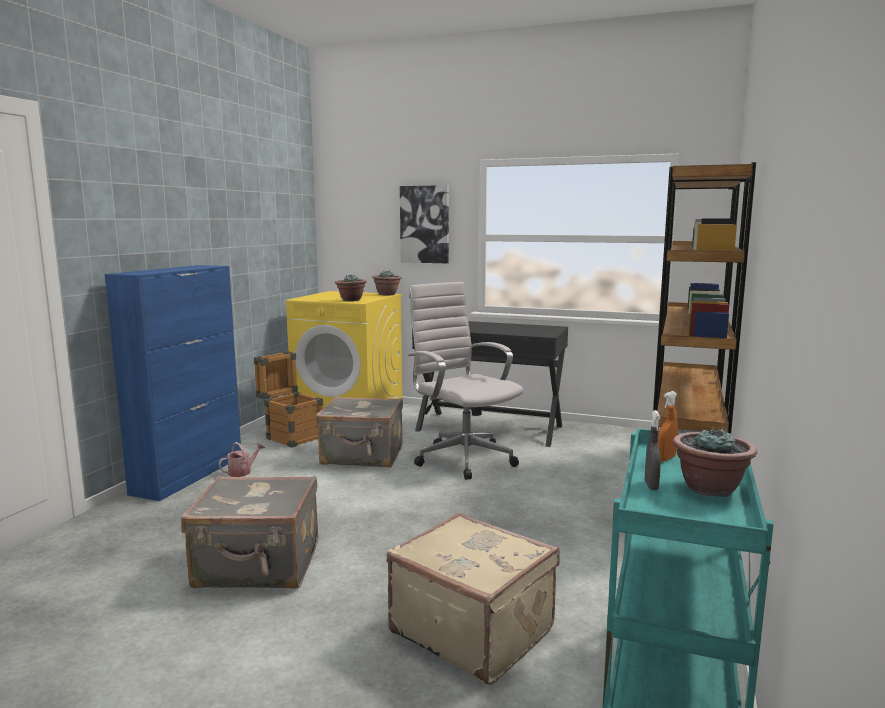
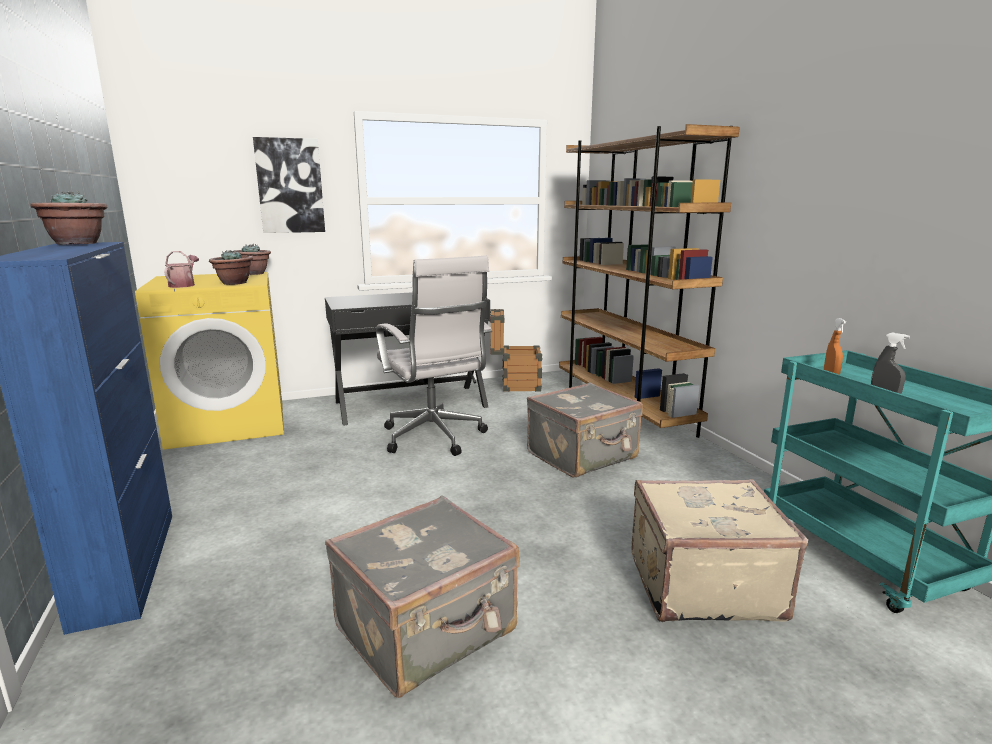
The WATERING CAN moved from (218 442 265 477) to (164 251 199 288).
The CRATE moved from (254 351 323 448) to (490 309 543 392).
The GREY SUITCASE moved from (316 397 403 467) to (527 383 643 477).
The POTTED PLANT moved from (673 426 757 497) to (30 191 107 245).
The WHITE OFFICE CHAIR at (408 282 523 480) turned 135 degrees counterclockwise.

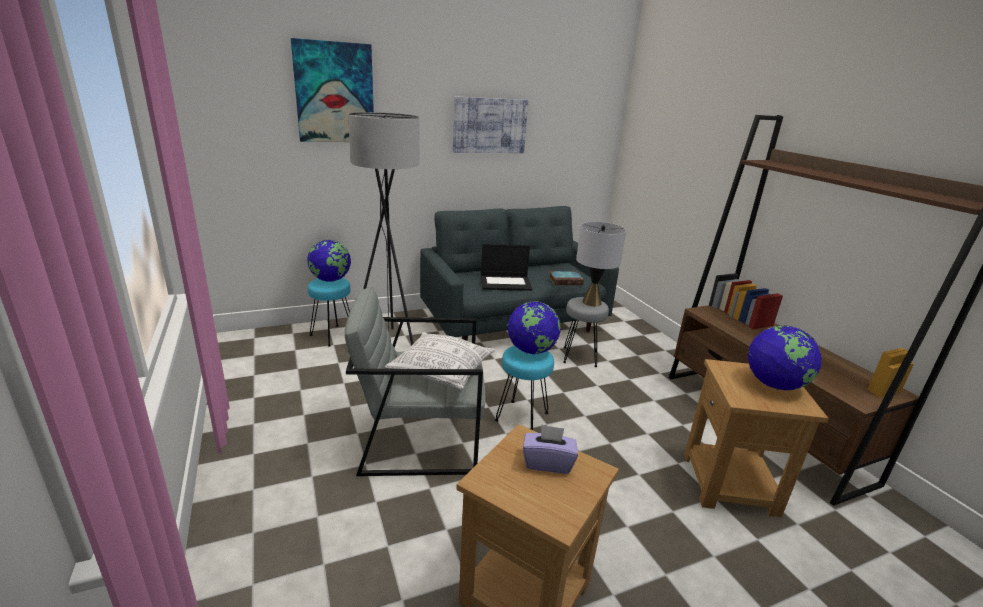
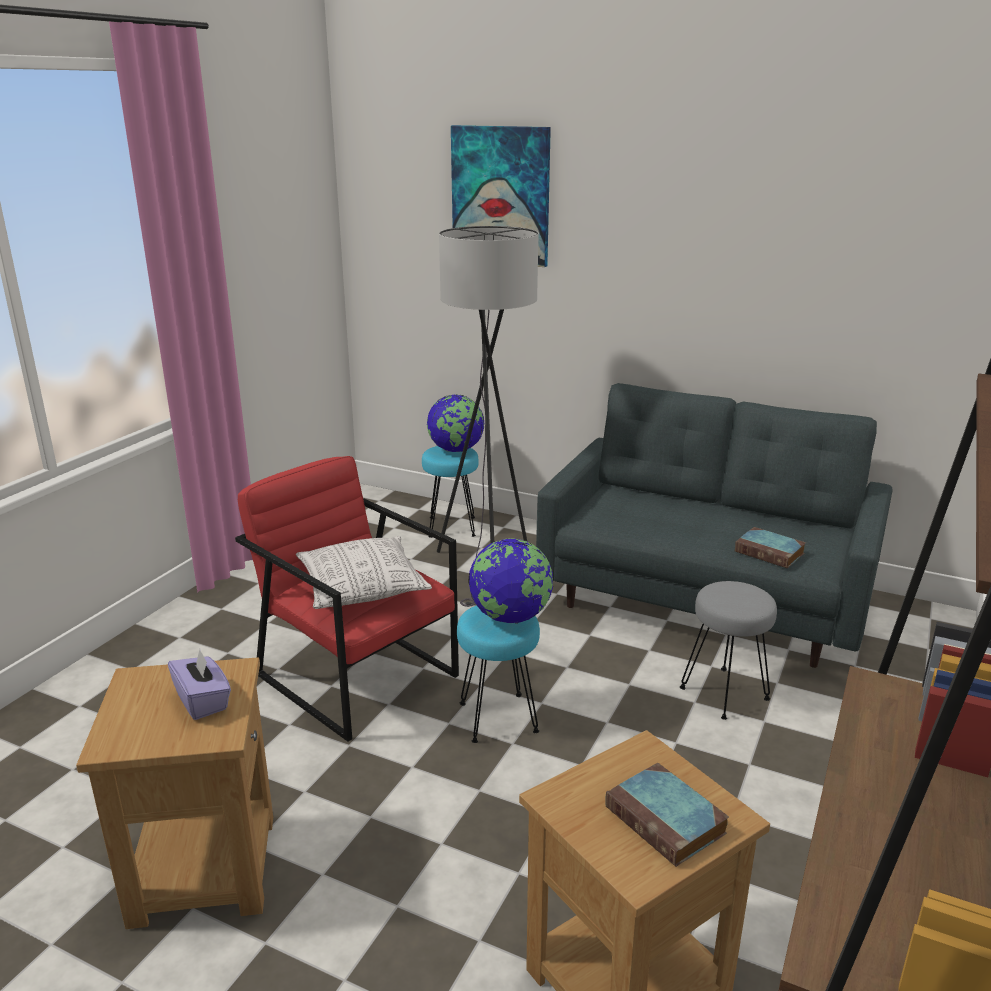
The PICTURE at (453 96 528 153) disappeared.
The LAPTOP at (480 244 532 291) disappeared.
The GREY TABLE LAMP at (576 222 626 306) disappeared.
The GLOBE at (748 325 822 390) was replaced by the BOOK at (605 763 729 867).
The GREY ARMCHAIR at (344 287 486 476) became the RED ARMCHAIR at (235 456 459 742).

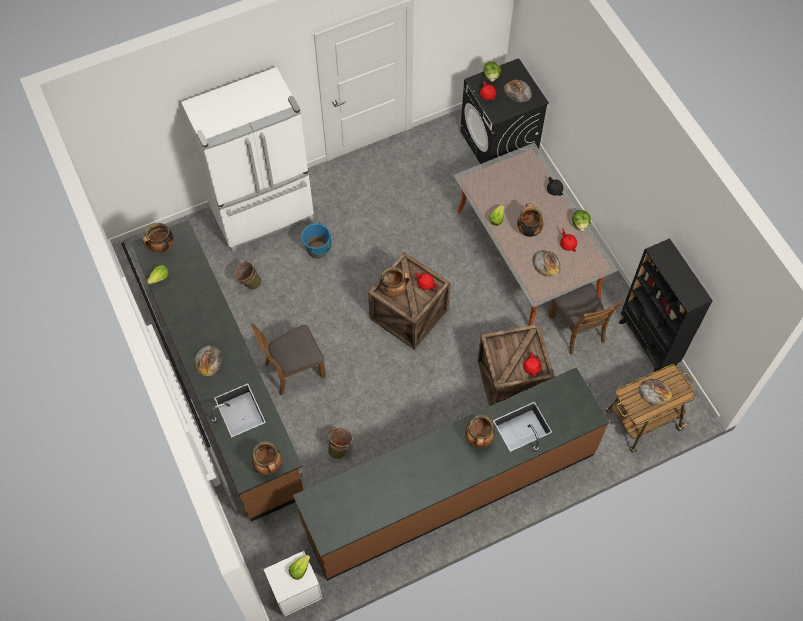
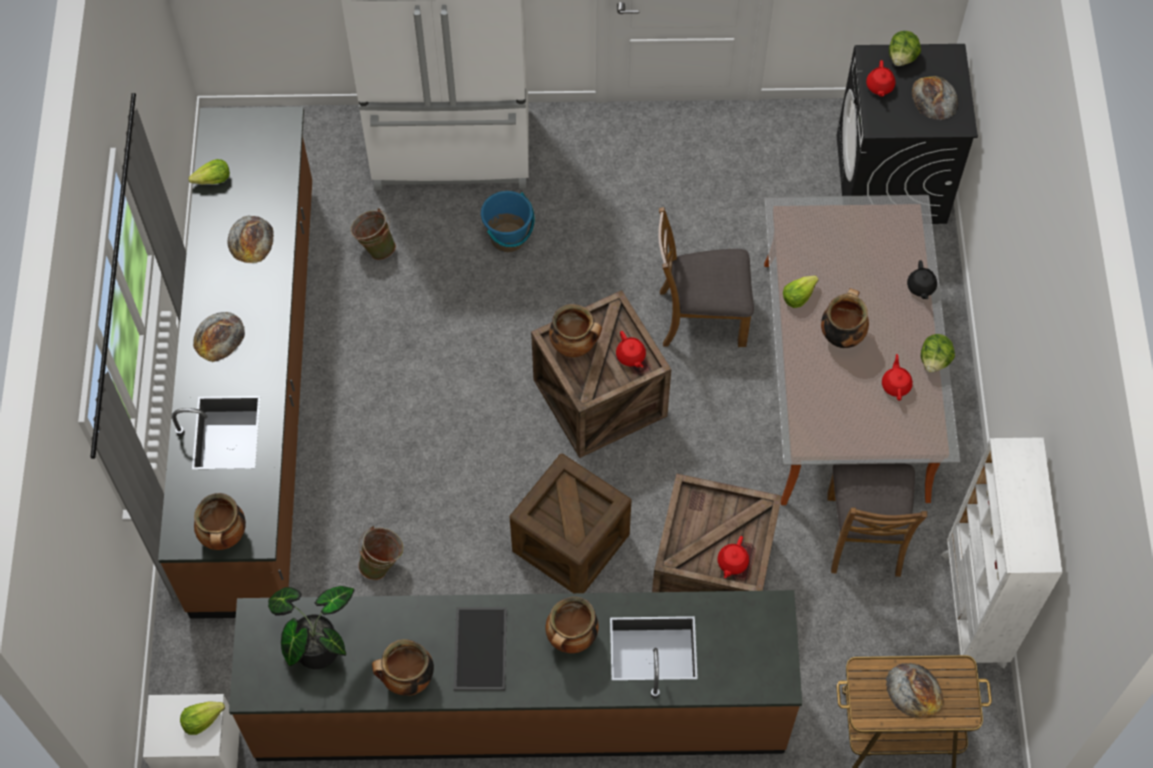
The POTTED PLANT at (268 586 354 669) appeared.
The TRAY at (454 607 507 690) appeared.
The CRATE at (509 454 631 593) appeared.
The COOKING POT moved from (142 223 173 253) to (372 639 434 696).
The BROWN CHAIR moved from (250 323 326 395) to (658 207 754 347).
The BREAD moved from (533 250 561 277) to (227 215 274 263).
The BLACK BOOKCASE at (619 238 713 372) became the WHITE BOOKCASE at (941 437 1063 669).

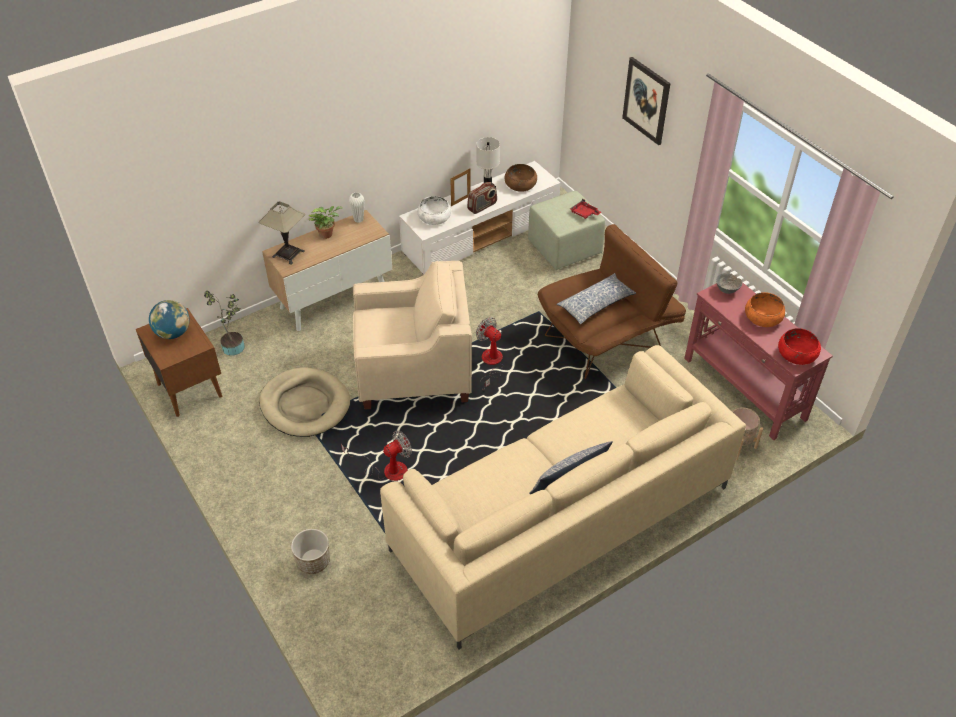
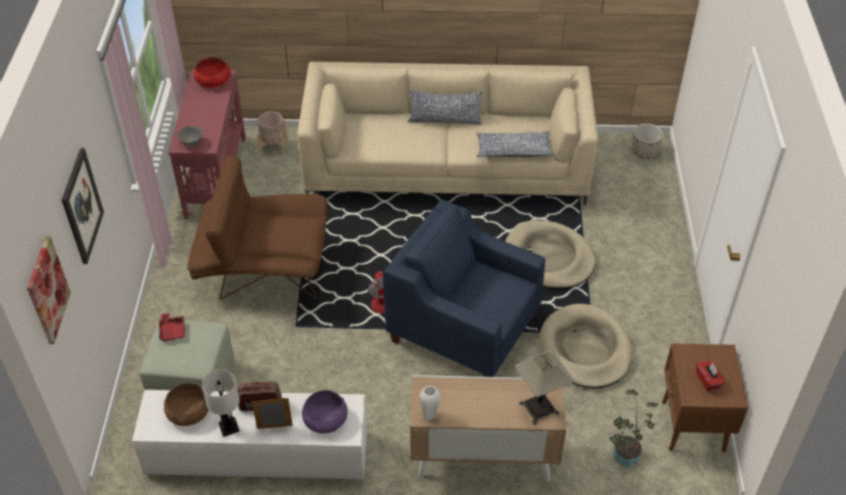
The POTTED PLANT at (308 206 343 239) disappeared.
The ORANGE BOWL at (745 292 785 327) disappeared.
The PICTURE at (27 236 71 344) appeared.
The PLANTER moved from (291 529 330 574) to (632 124 663 159).
The PILLOW moved from (556 273 636 324) to (477 131 554 157).
The GLOBE at (149 300 190 339) was replaced by the RED TISSUE BOX at (696 361 725 391).
The FAN at (341 431 412 481) was replaced by the BEIGE DOG BED at (505 220 596 289).
The BEIGE ARMCHAIR at (353 261 472 409) became the BLUE ARMCHAIR at (383 200 545 377).
The WHITE BOWL at (417 196 451 225) became the PURPLE BOWL at (302 390 348 434).

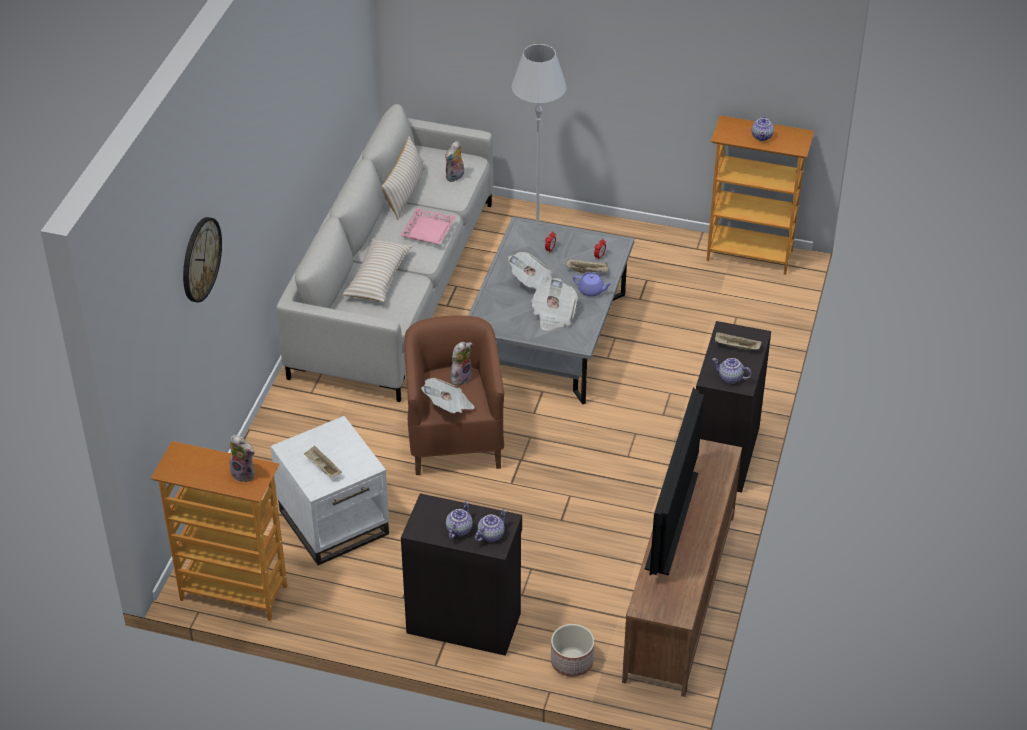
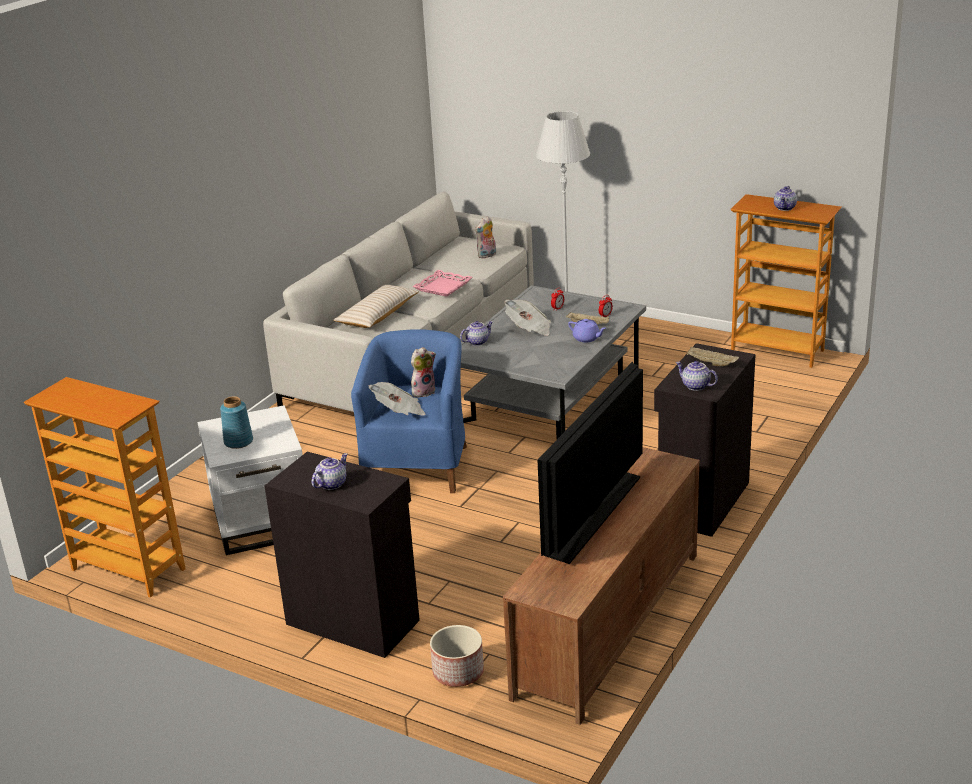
The WALL CLOCK at (183 217 222 302) disappeared.
The PLUSH TOY at (229 435 255 483) disappeared.
The BEIGE PILLOW at (382 136 425 220) disappeared.
The NEWSPAPER at (531 278 578 331) disappeared.
The TEAPOT moved from (475 510 507 542) to (460 321 493 346).
The BEIGE TRAY at (304 445 342 478) was replaced by the BLUE VASE at (220 396 253 449).
The BROWN ARMCHAIR at (404 315 504 475) became the BLUE ARMCHAIR at (351 329 467 493).

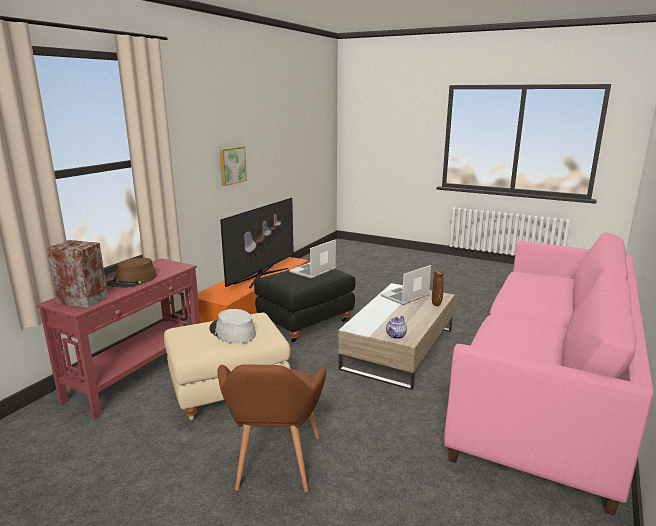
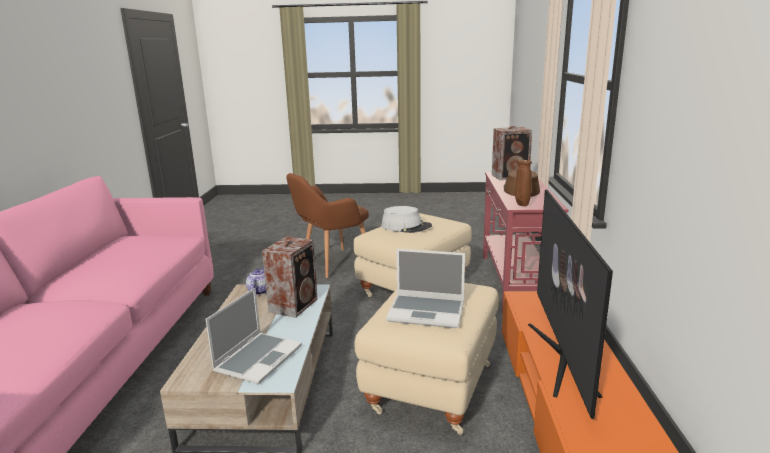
The PICTURE at (219 146 247 186) disappeared.
The SPEAKER at (262 236 318 318) appeared.
The BROWN VASE moved from (432 271 444 306) to (515 160 532 206).
The BLACK OTTOMAN at (254 269 356 343) became the BEIGE OTTOMAN at (355 283 499 435).
The BROWN ARMCHAIR at (217 364 327 493) turned 105 degrees counterclockwise.
The LAPTOP at (289 239 336 279) turned 90 degrees clockwise.

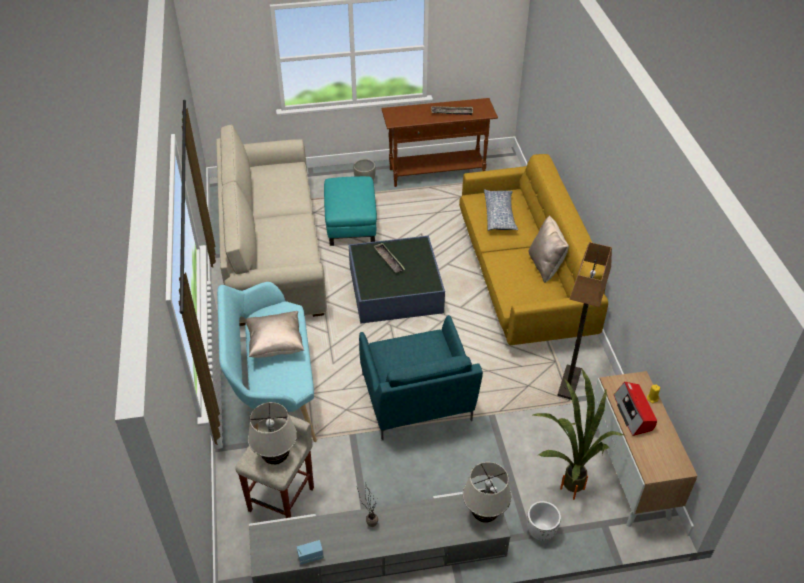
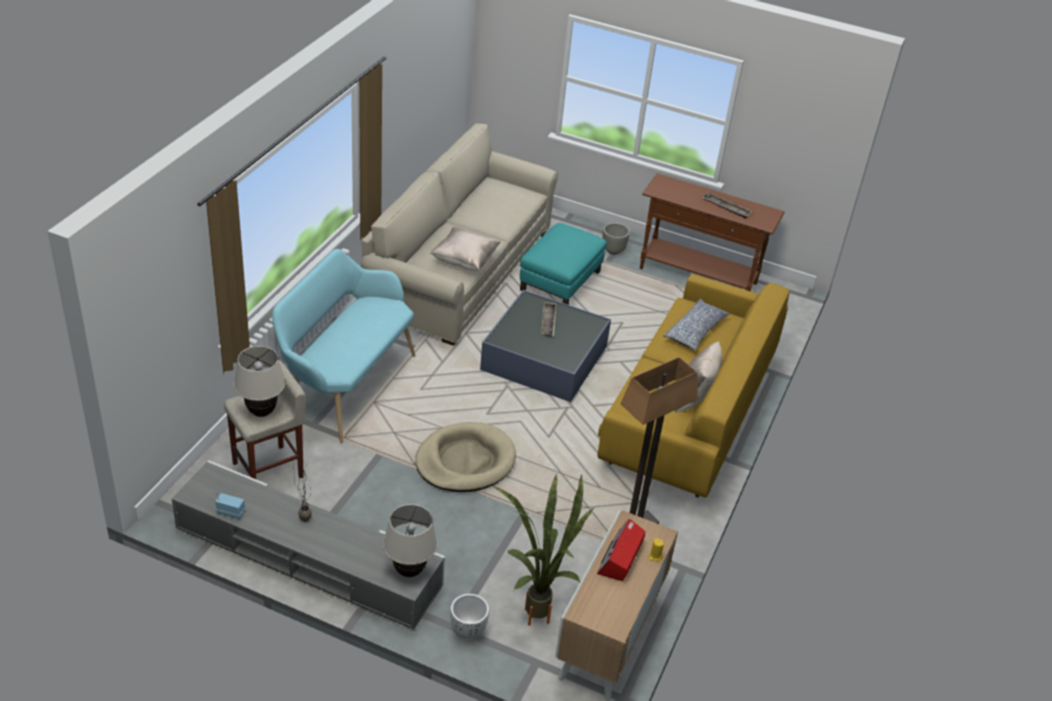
The BEIGE PILLOW moved from (245 311 304 358) to (430 227 501 271).
The TURQUOISE ARMCHAIR at (359 315 483 440) was replaced by the BEIGE DOG BED at (415 422 516 492).

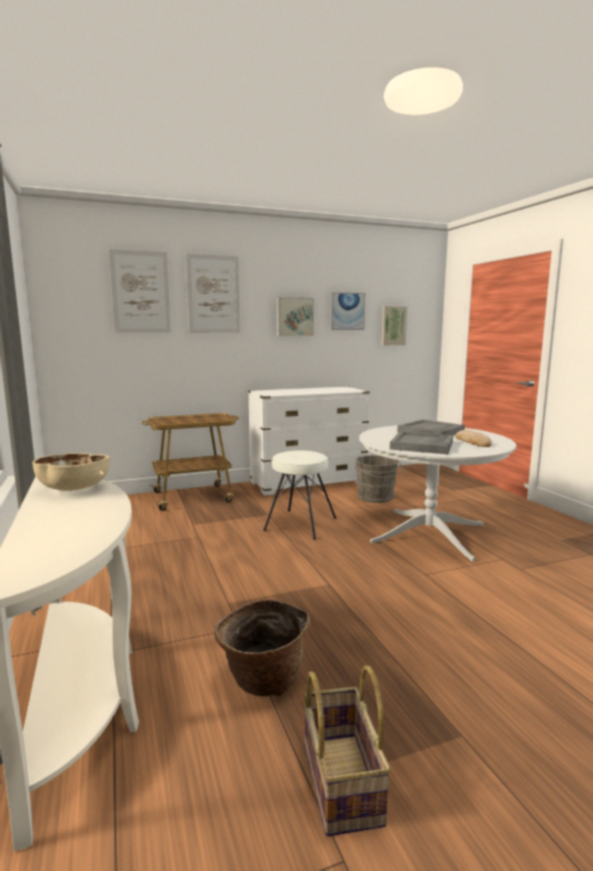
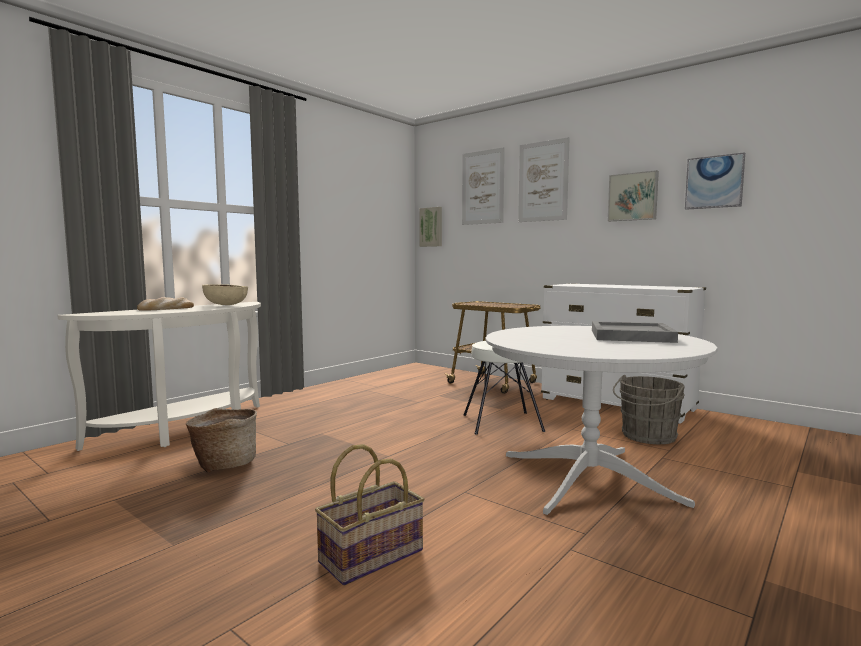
The GREY TRAY at (390 431 453 454) disappeared.
The BASKET moved from (303 665 391 836) to (315 444 424 586).
The PICTURE moved from (382 306 407 345) to (419 207 442 247).
The BREAD moved from (455 430 492 447) to (137 297 194 311).

